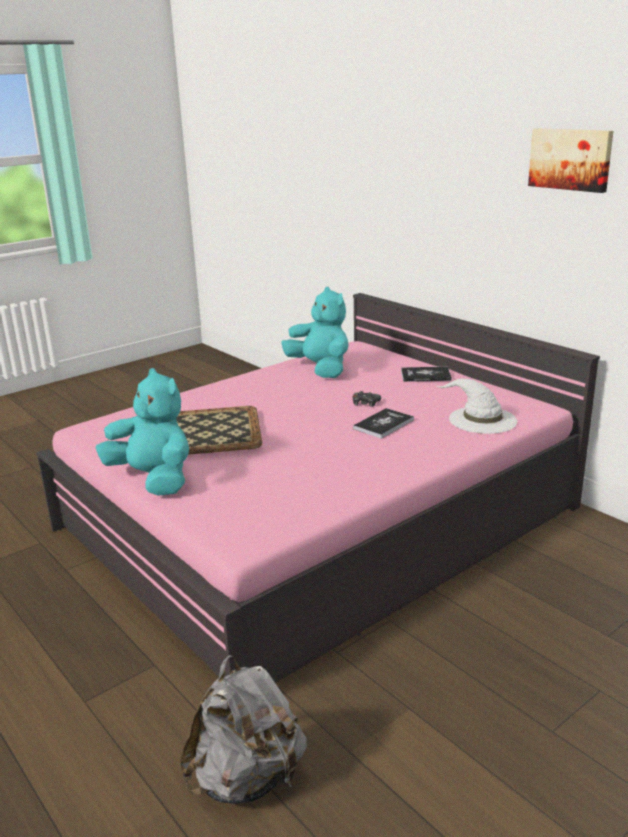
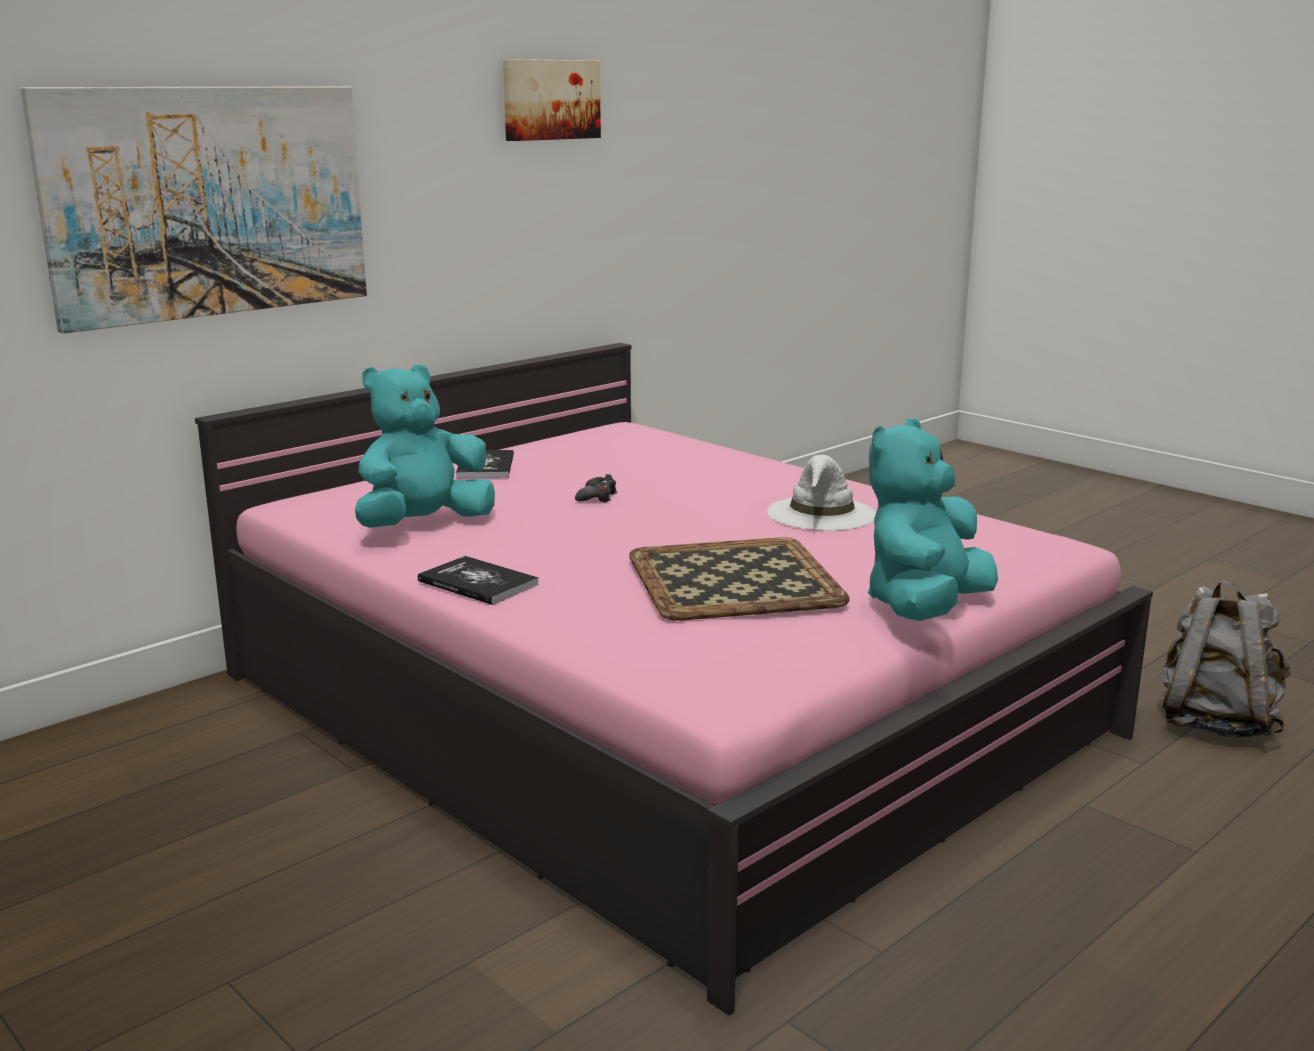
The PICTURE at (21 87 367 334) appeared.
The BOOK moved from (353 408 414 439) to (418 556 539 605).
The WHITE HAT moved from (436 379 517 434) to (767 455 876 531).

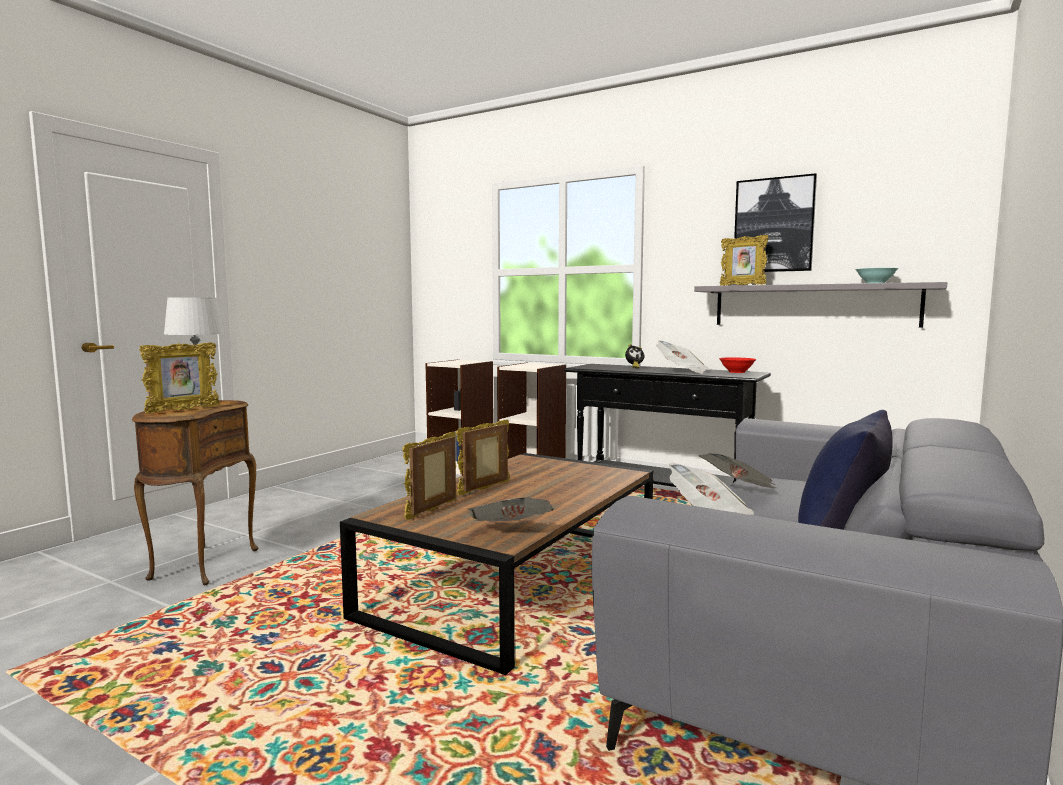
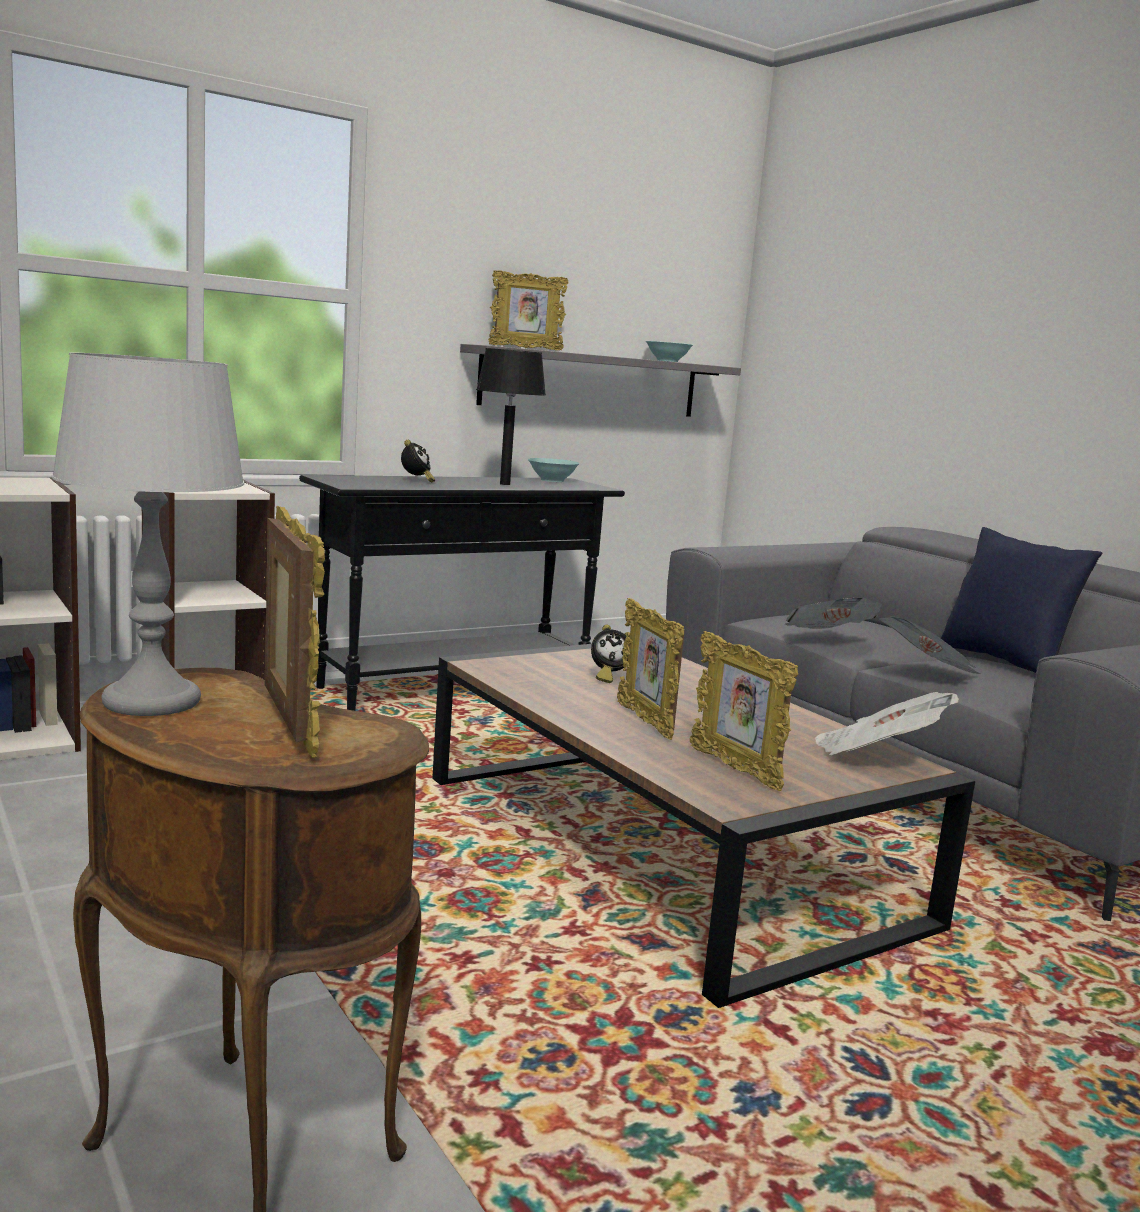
The PICTURE at (734 173 817 272) disappeared.
The ALARM CLOCK at (591 624 630 683) appeared.
The NEWSPAPER at (656 340 708 374) was replaced by the BLACK TABLE LAMP at (476 348 546 485).
The RED BOWL at (719 357 756 373) became the TURQUOISE BOWL at (528 458 580 482).

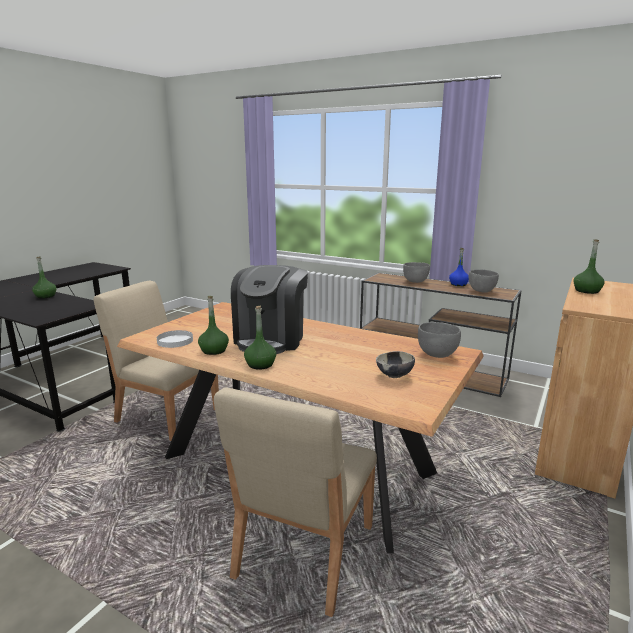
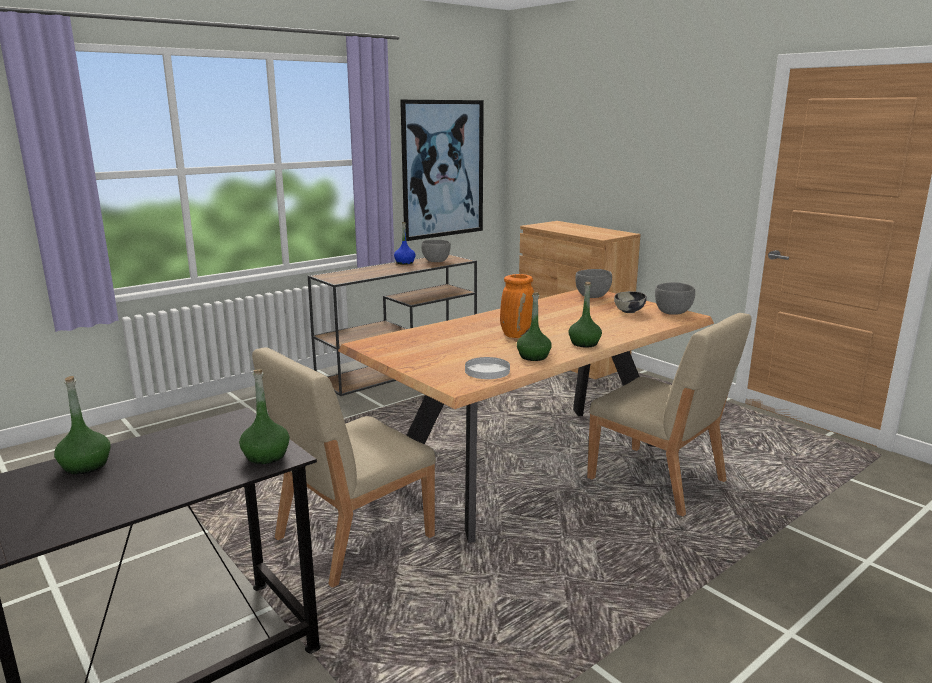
The PICTURE at (400 100 484 241) appeared.
The GREY BOWL moved from (403 262 430 283) to (655 282 695 315).
The GREEN BOTTLE moved from (573 239 605 294) to (239 369 290 464).
The COFFEE MACHINE at (231 265 308 354) was replaced by the ORANGE VASE at (500 274 534 338).

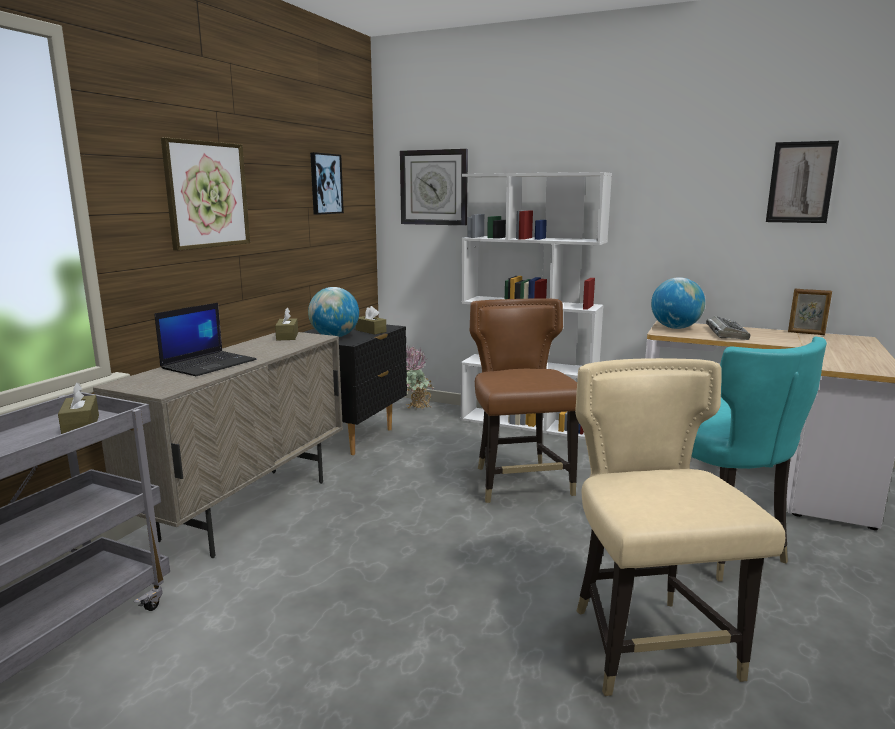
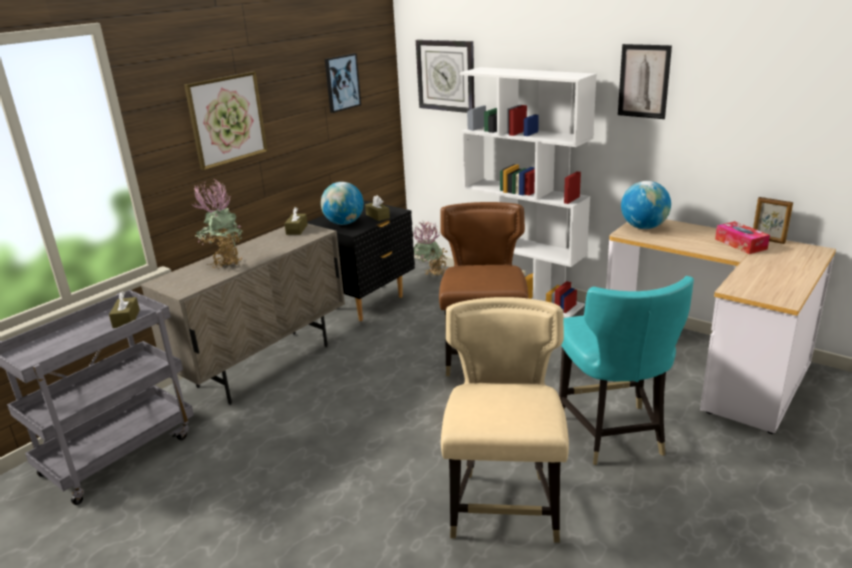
The KEYBOARD at (706 316 750 340) disappeared.
The TISSUE BOX at (715 221 770 254) appeared.
The PICTURE moved from (766 141 839 223) to (618 44 672 119).
The LAPTOP at (154 303 257 376) was replaced by the POTTED PLANT at (192 179 243 269).

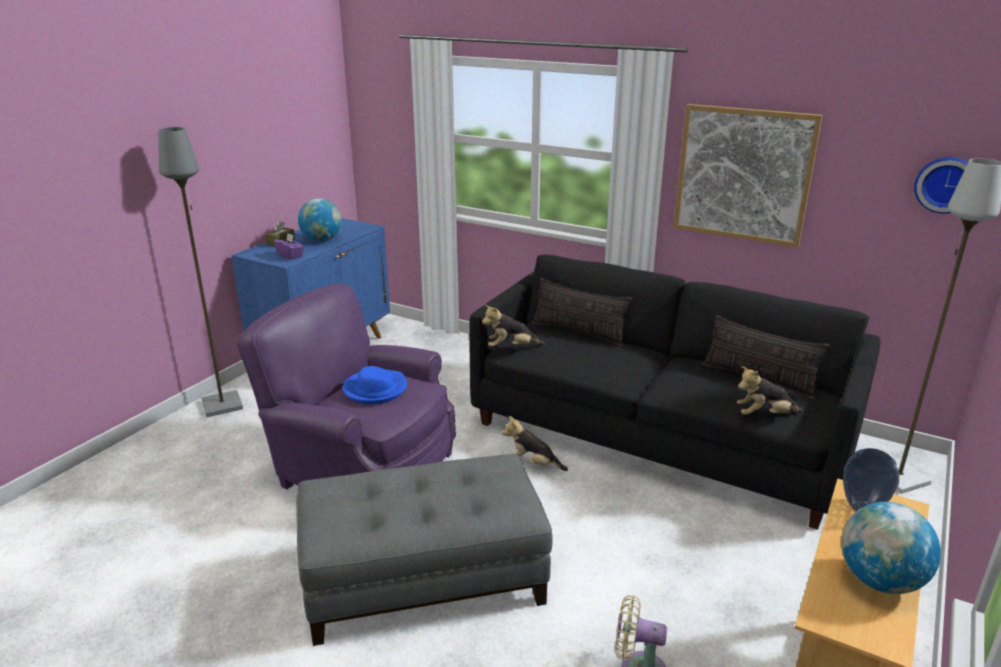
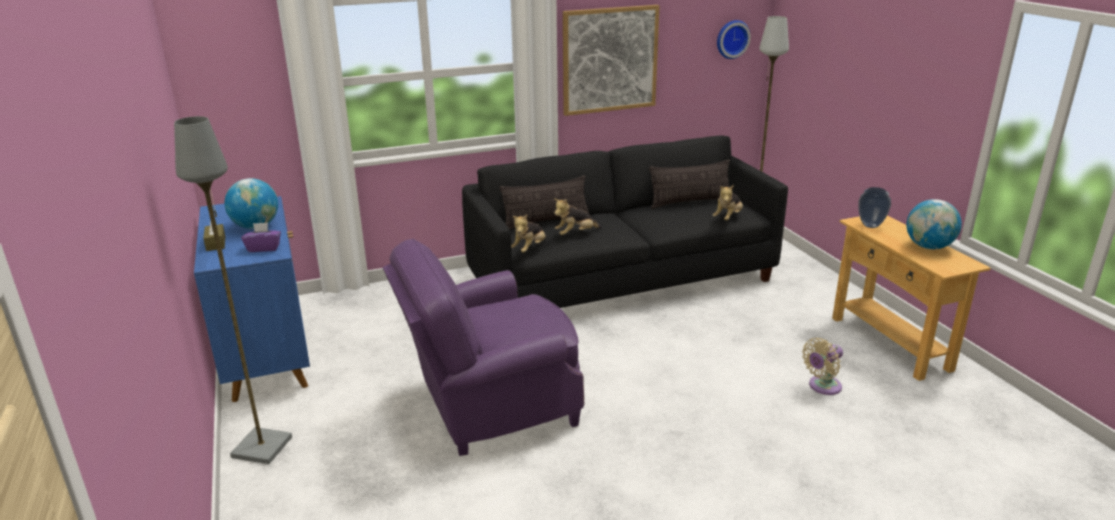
The GREY OTTOMAN at (296 454 553 646) disappeared.
The BLUE HAT at (343 366 407 404) disappeared.
The PLUSH TOY moved from (502 416 568 471) to (554 198 601 235).

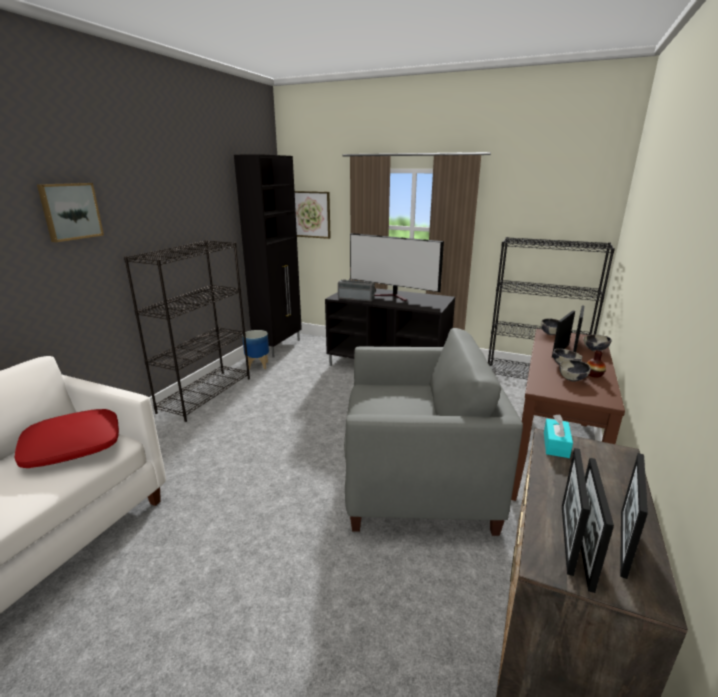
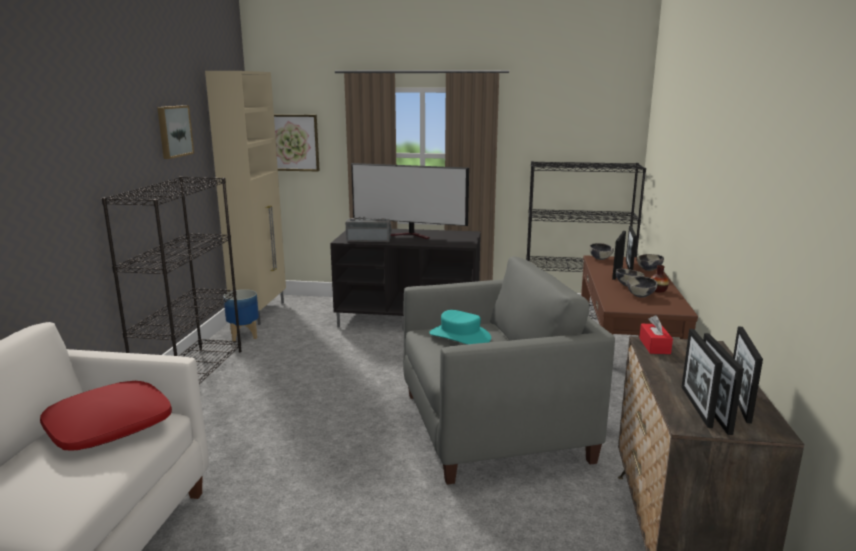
The TURQUOISE HAT at (429 310 491 344) appeared.
The PICTURE moved from (37 183 104 242) to (157 105 194 159).
The BLACK CABINET at (234 154 302 358) became the BEIGE CABINET at (205 71 286 325).
The TURQUOISE TISSUE BOX at (544 414 573 458) became the RED TISSUE BOX at (639 315 673 354).

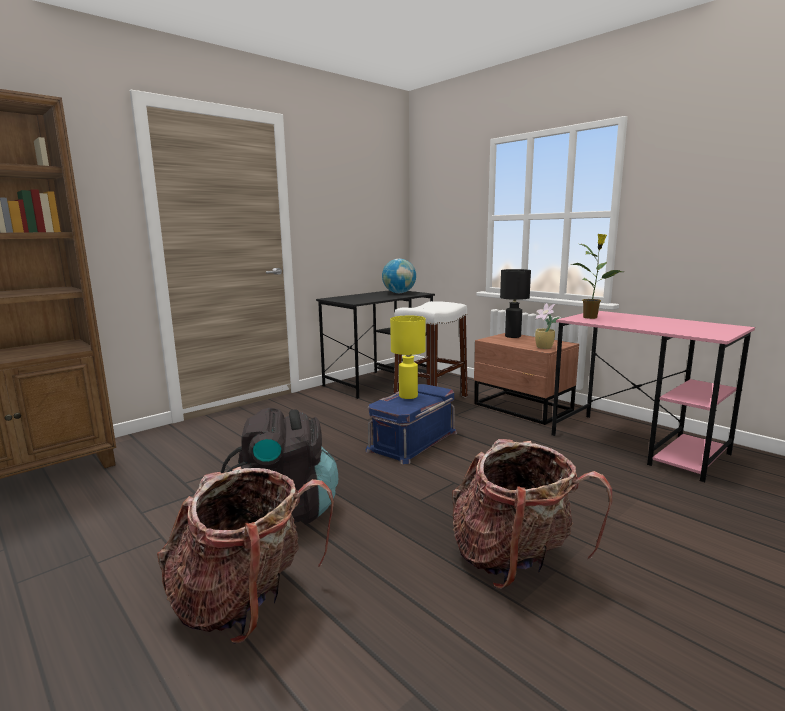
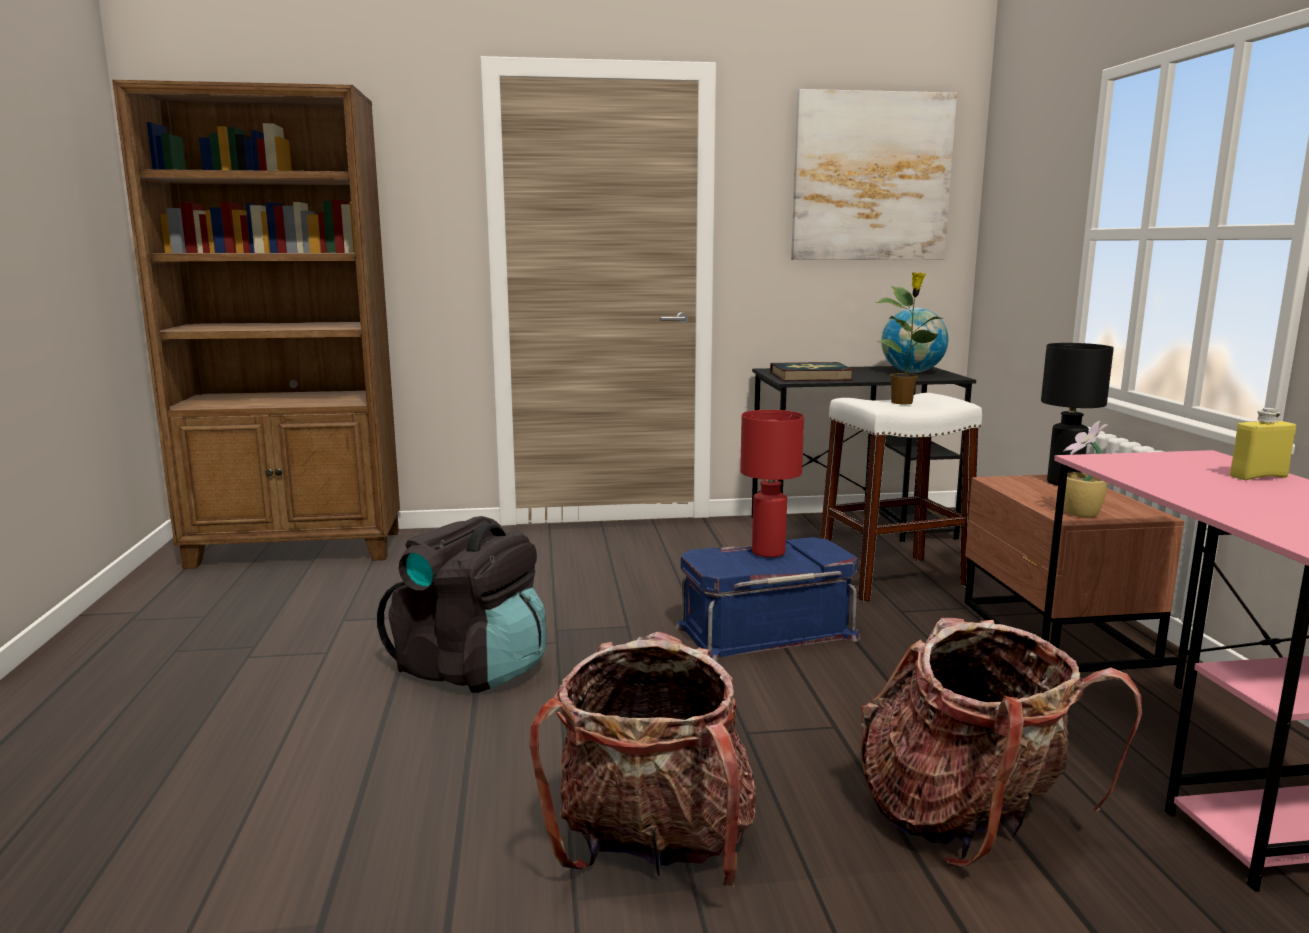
The BOOK at (770 362 854 381) appeared.
The PICTURE at (791 89 957 260) appeared.
The YELLOW BOTTLE at (1230 408 1296 480) appeared.
The BACKPACK moved from (157 467 334 644) to (861 618 1142 868).
The POTTED PLANT moved from (570 234 623 319) to (876 272 942 404).
The YELLOW TABLE LAMP at (390 316 426 399) became the RED TABLE LAMP at (740 410 804 557).

